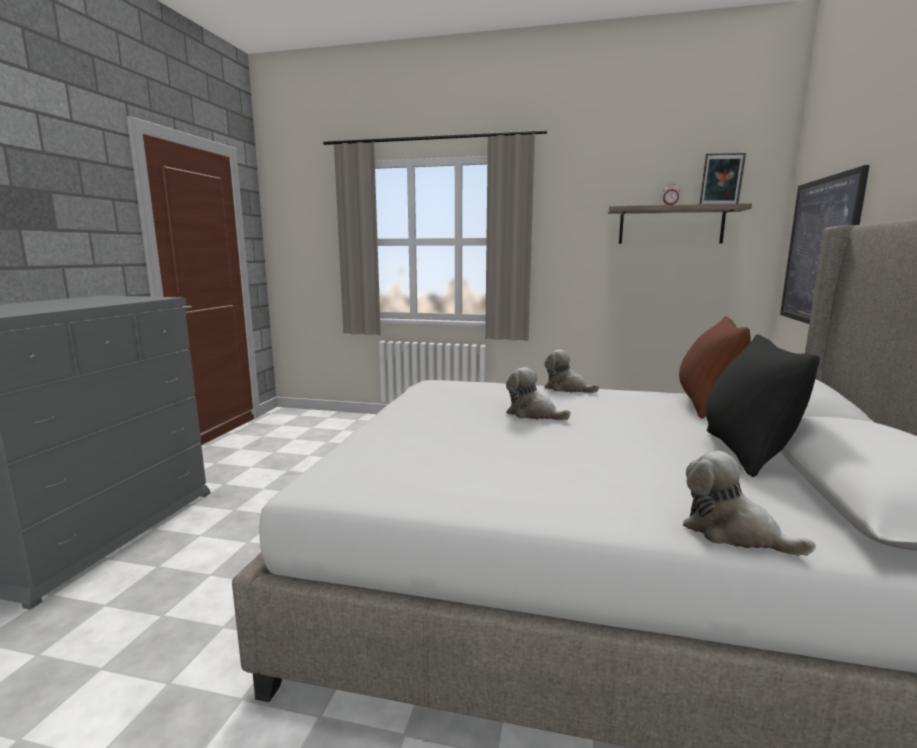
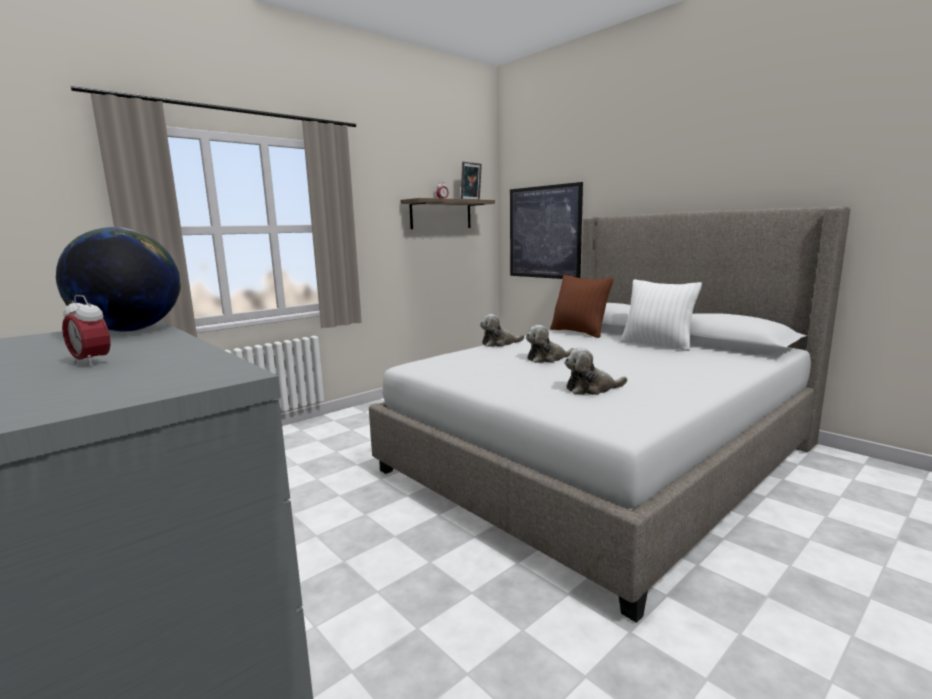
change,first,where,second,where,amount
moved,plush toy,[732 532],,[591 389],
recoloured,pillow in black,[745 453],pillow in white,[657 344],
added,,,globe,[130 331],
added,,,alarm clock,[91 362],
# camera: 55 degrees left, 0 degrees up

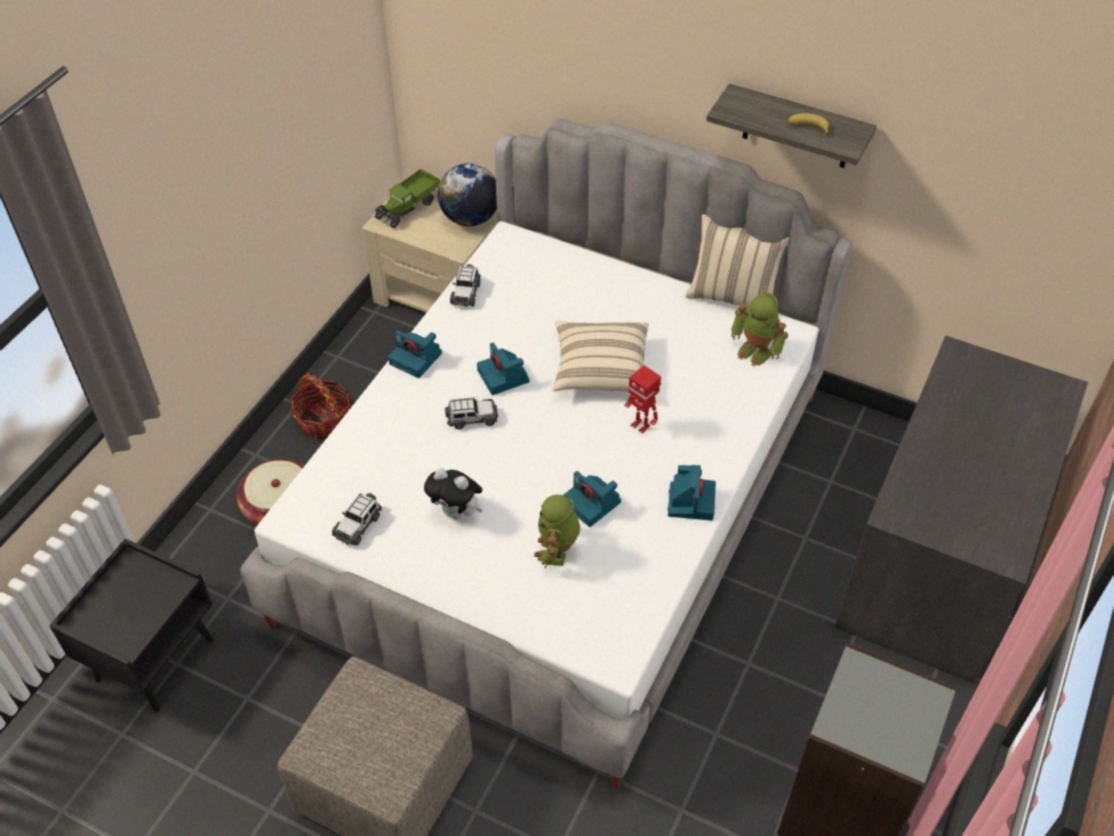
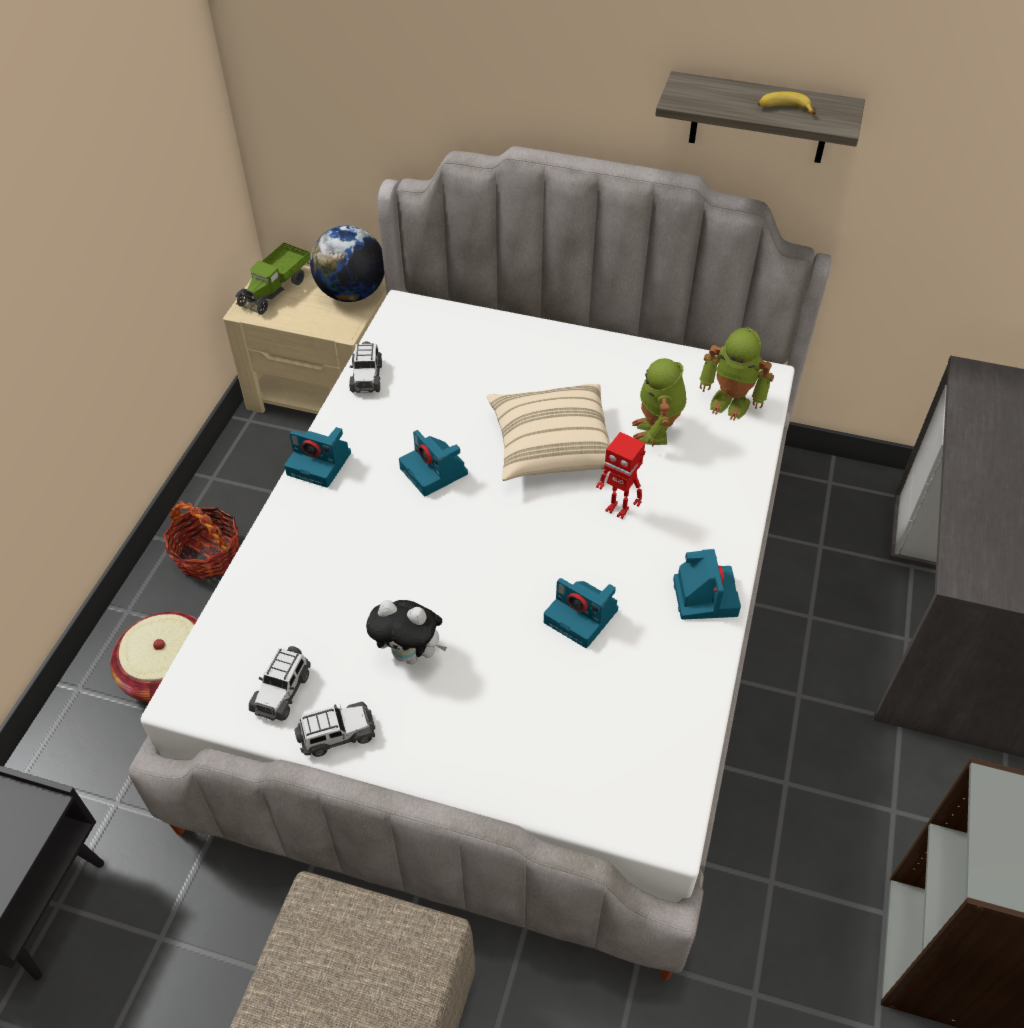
change,first,where,second,where,amount
moved,toy car,[472 418],,[337 735],
moved,toy robot,[557 551],,[656 431],
removed,pillow in beige,[732 297],,,
# camera: 10 degrees left, 0 degrees up

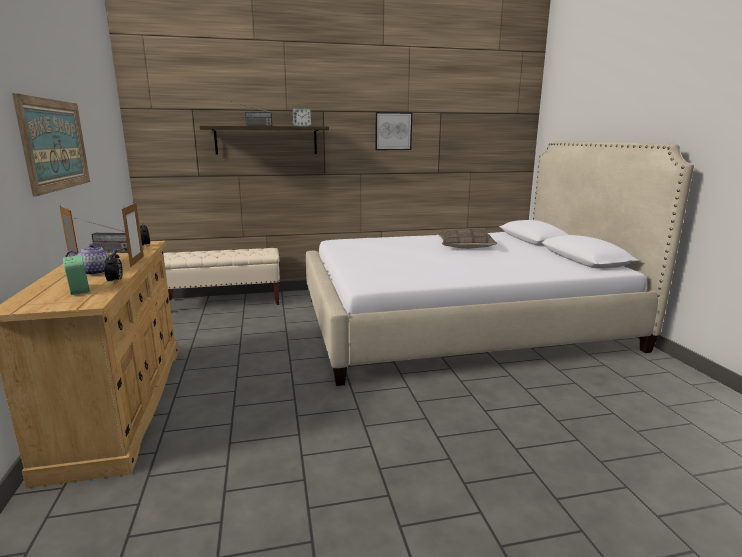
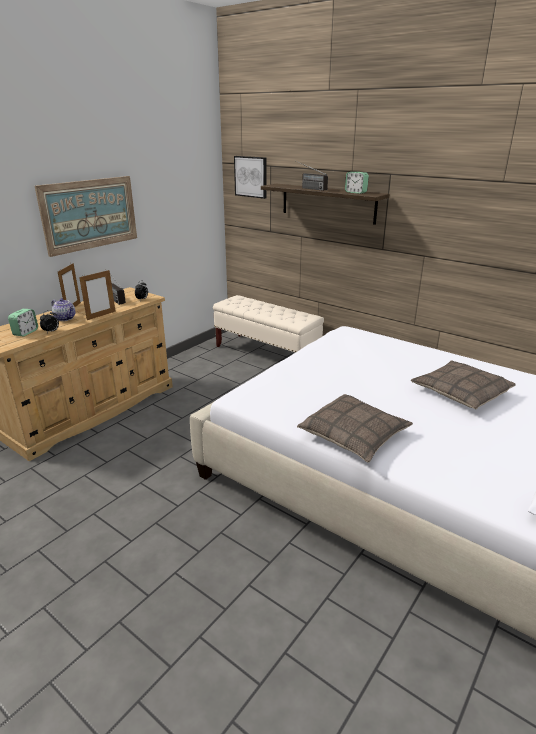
change,first,where,second,where,amount
moved,picture,[393 131],,[251 176],
added,,,pillow,[354 435],
# camera: 50 degrees right, 10 degrees up

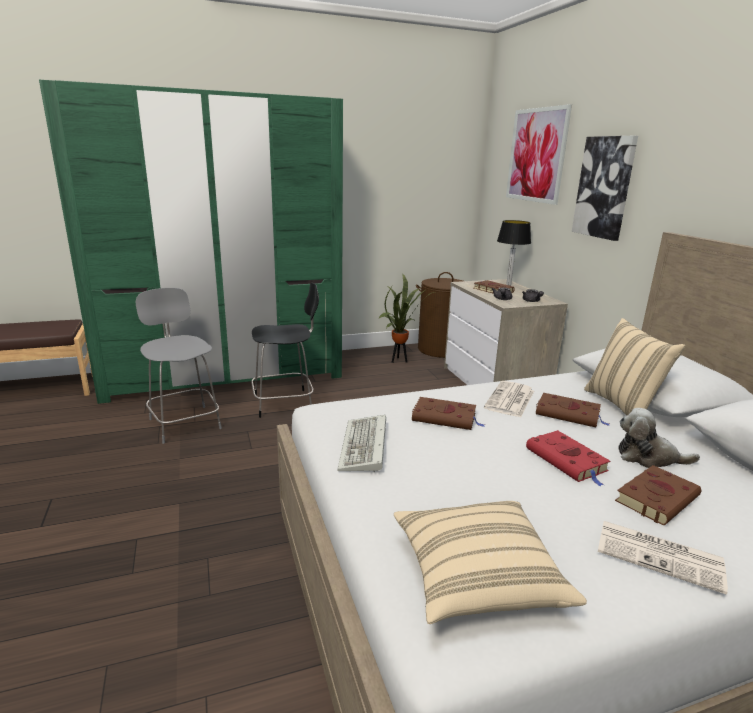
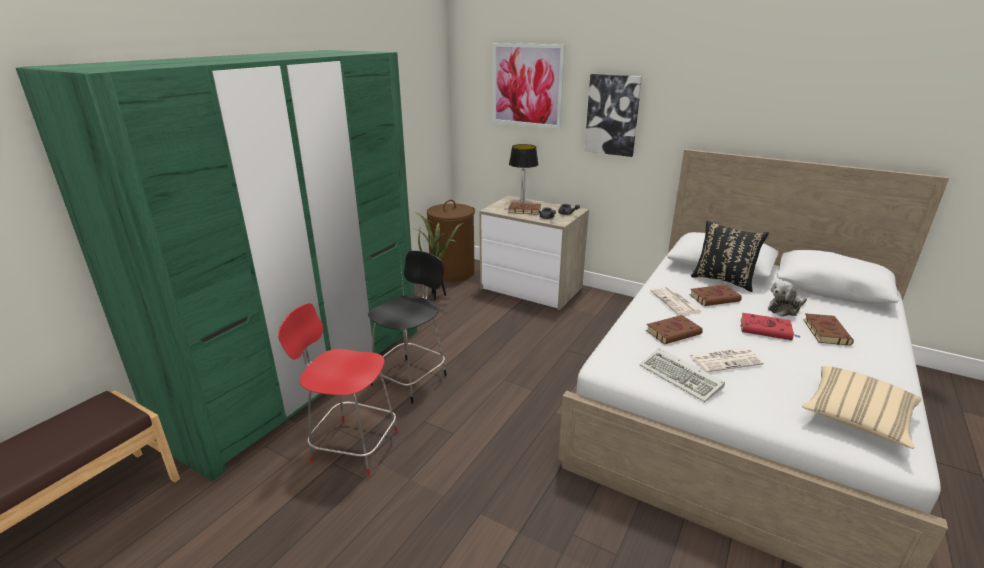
change,first,where,second,where,amount
recoloured,chair in grey,[184 422],chair in red,[352 446],
recoloured,pillow in beige,[623 406],pillow in black,[723 280],
moved,newspaper,[661 556],,[725 360],
# camera: 40 degrees left, 5 degrees up

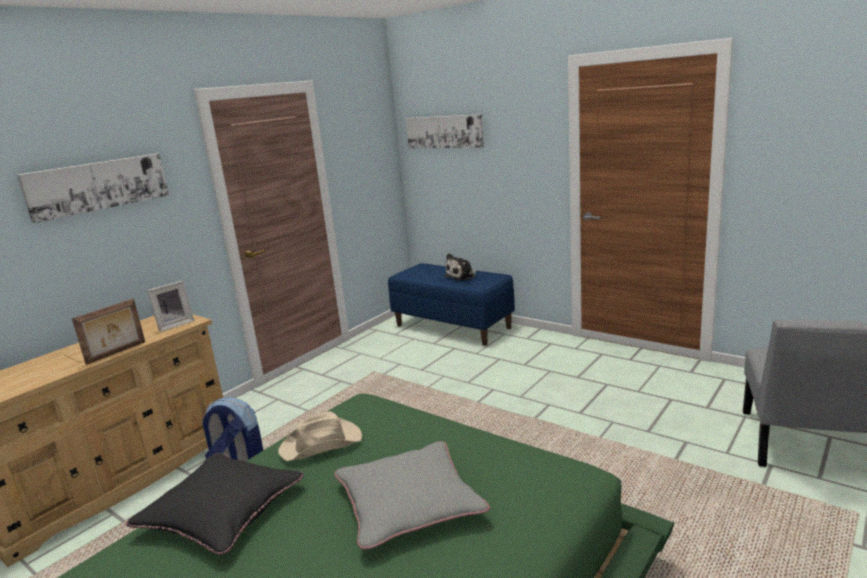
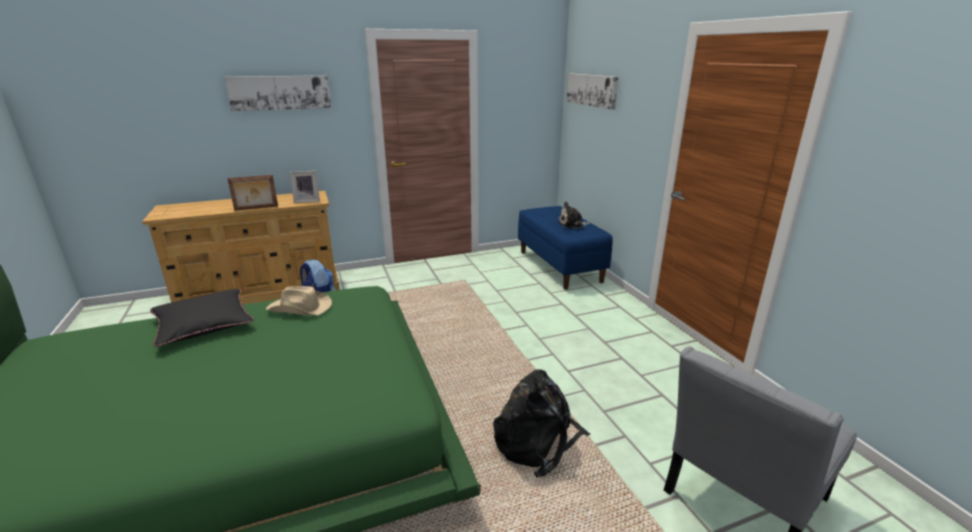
change,first,where,second,where,amount
removed,pillow in grey,[409 502],,,
added,,,backpack in black,[537 442],
# camera: 30 degrees right, 5 degrees up

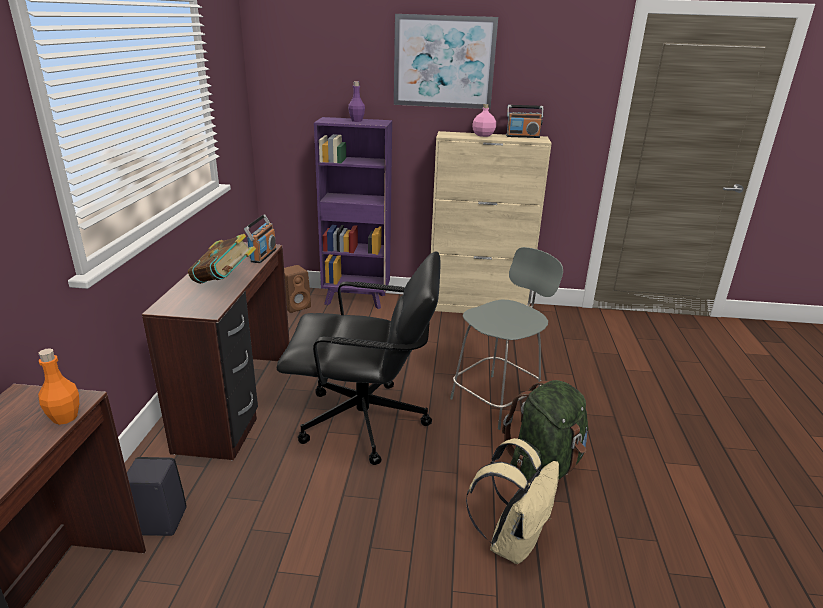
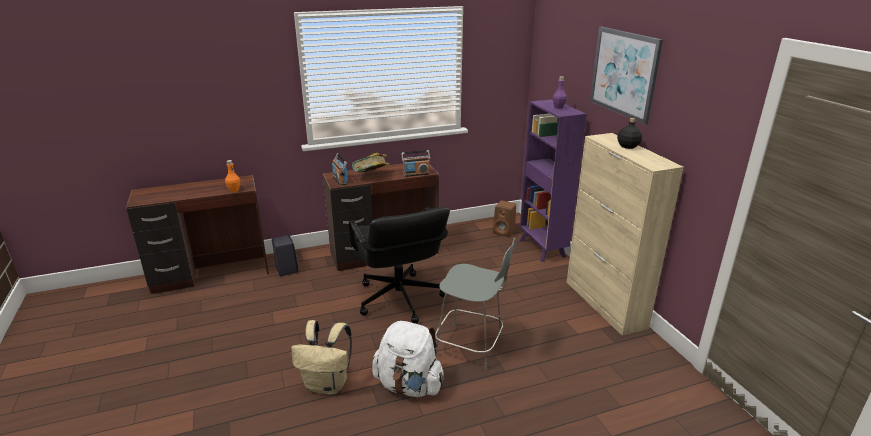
change,first,where,second,where,amount
recoloured,bottle in pink,[483 135],bottle in black,[628 146],
recoloured,backpack in green,[544 465],backpack in white,[409 385],
moved,radio,[522 136],,[340 180],
# camera: 65 degrees right, 0 degrees up

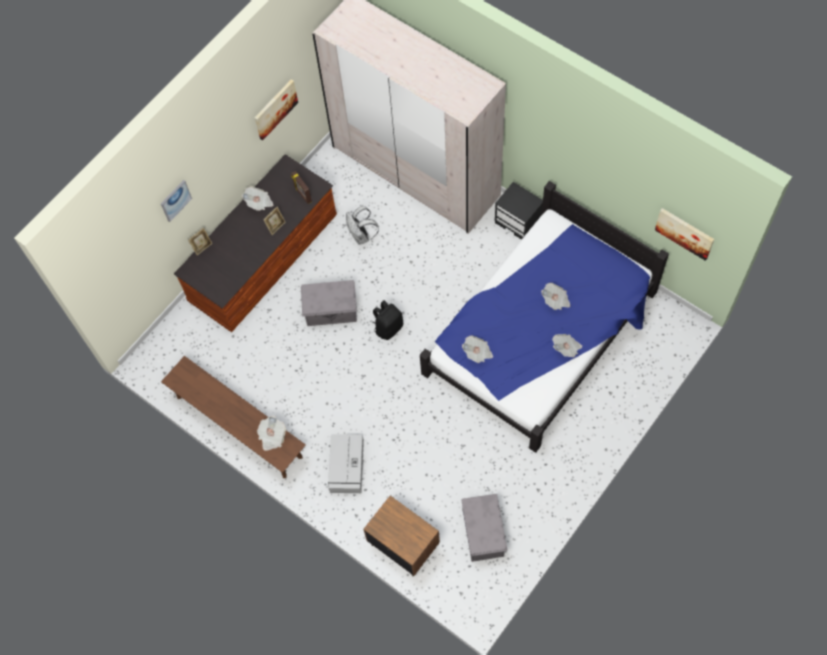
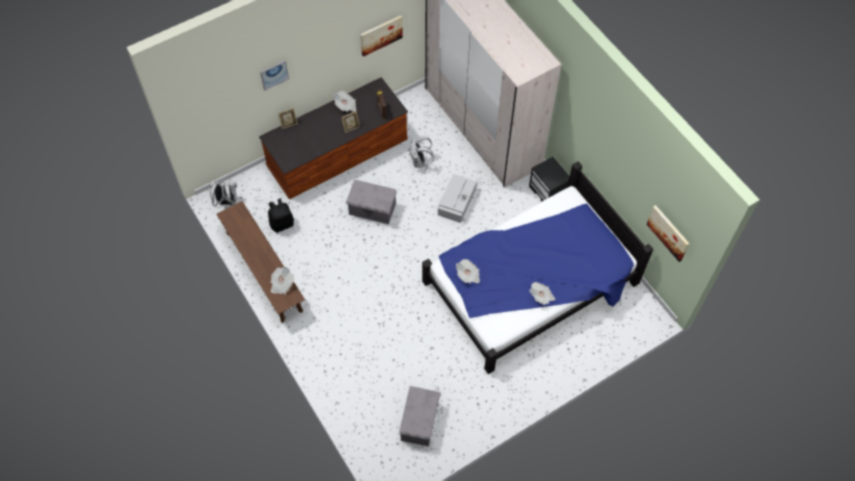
change,first,where,second,where,amount
moved,storage box in grey,[346 467],,[456 202],
removed,nightstand in brown,[403 545],,,
moved,backpack in black,[388 327],,[282 223],
removed,newspaper,[555 300],,,
added,,,backpack in white,[226 202],
# camera: 15 degrees right, 5 degrees down

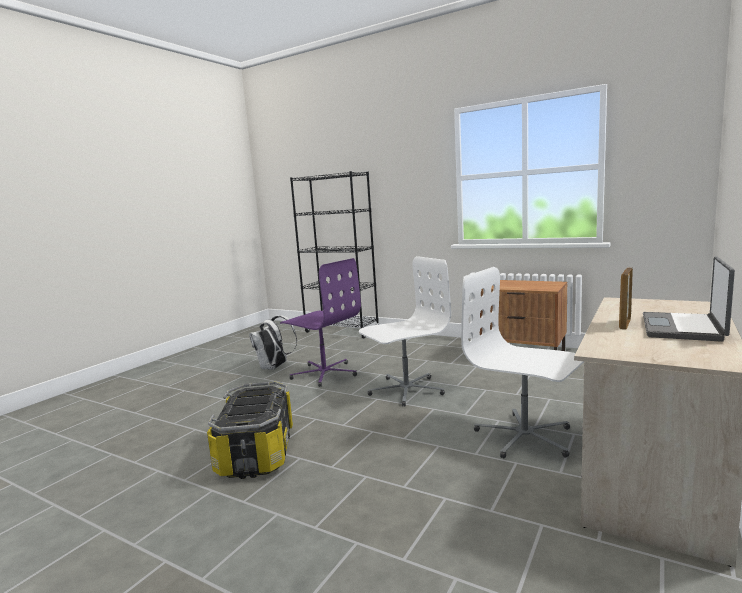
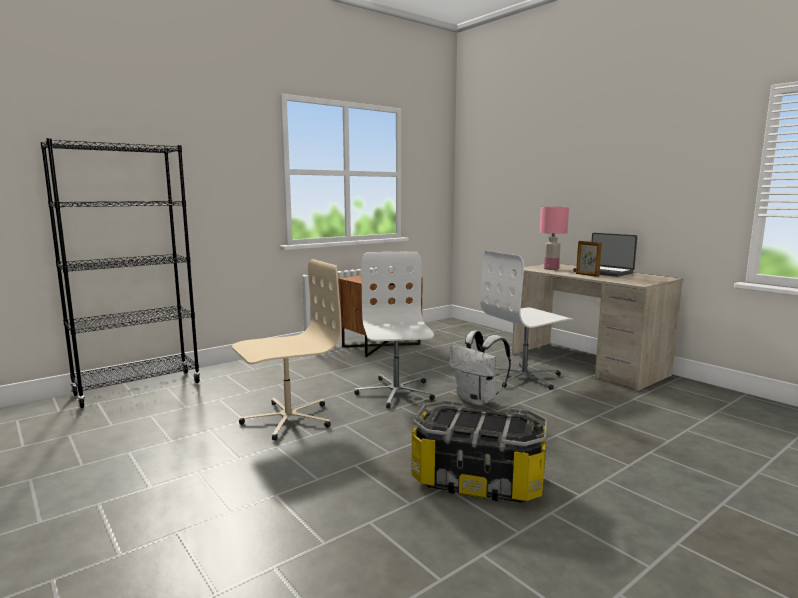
change,first,where,second,where,amount
moved,backpack in white,[274 367],,[478 400],
recoloured,office chair in purple,[324 373],office chair in beige,[287 419],
added,,,table lamp in pink,[551 269],
# camera: 70 degrees left, 0 degrees up

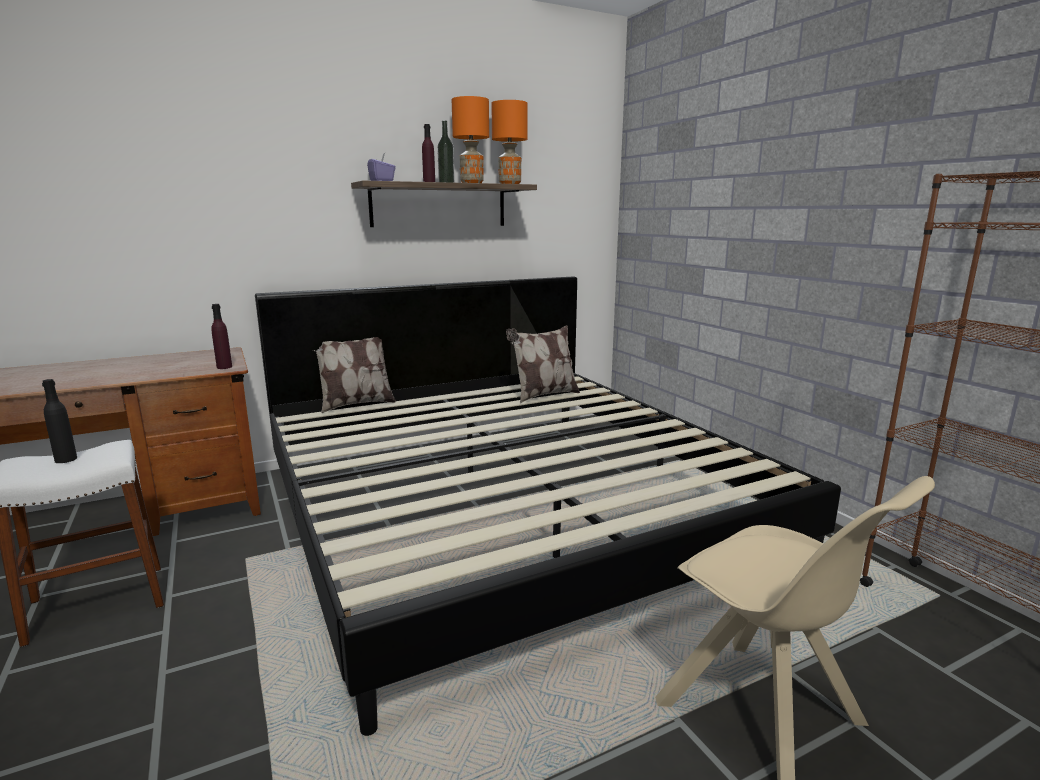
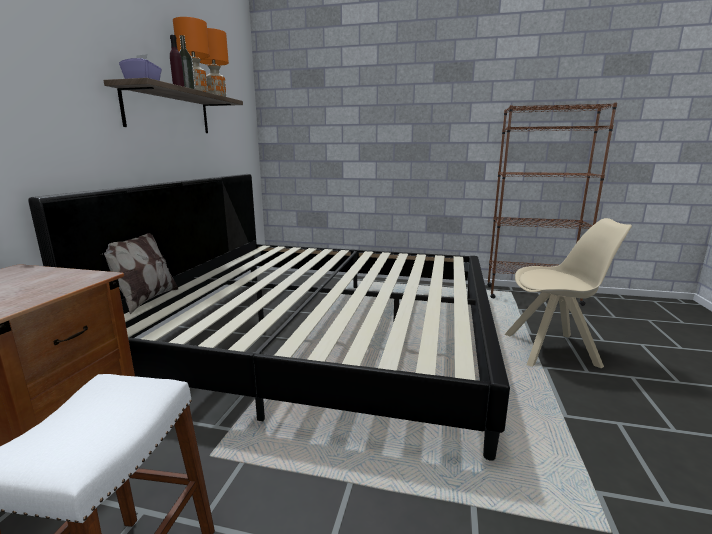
change,first,where,second,where,amount
removed,bottle in black,[66 459],,,
removed,bottle in purple,[224 367],,,
removed,pillow,[543 395],,,
# camera: 50 degrees left, 0 degrees up

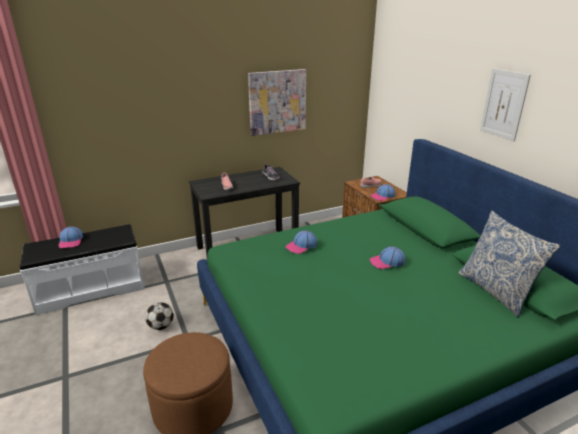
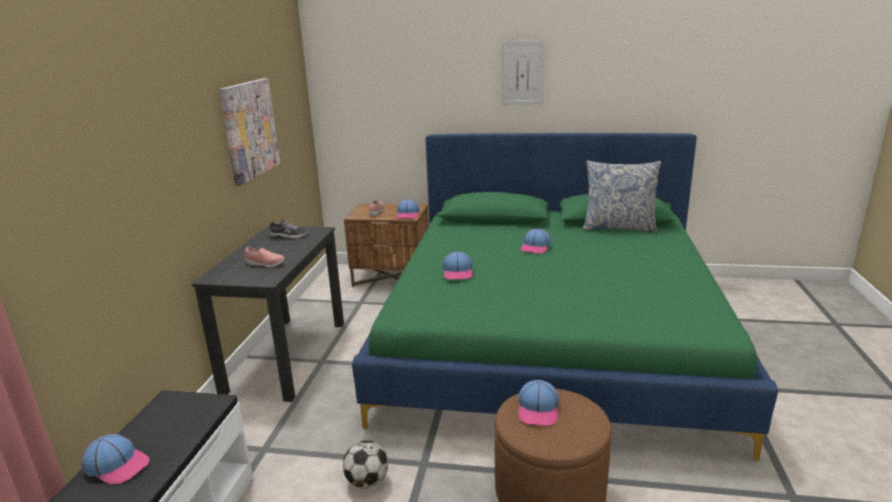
change,first,where,second,where,amount
added,,,cap,[538 409],
# camera: 55 degrees left, 5 degrees down

